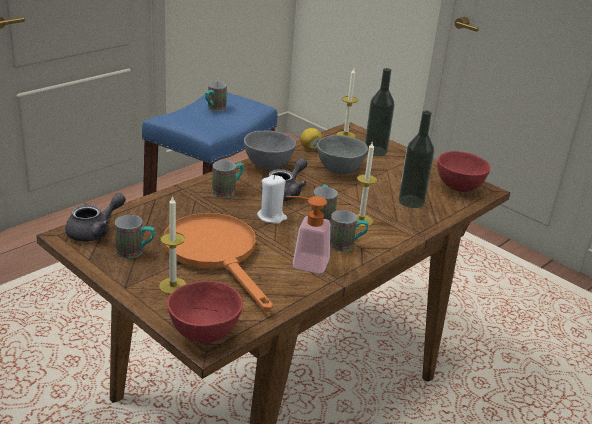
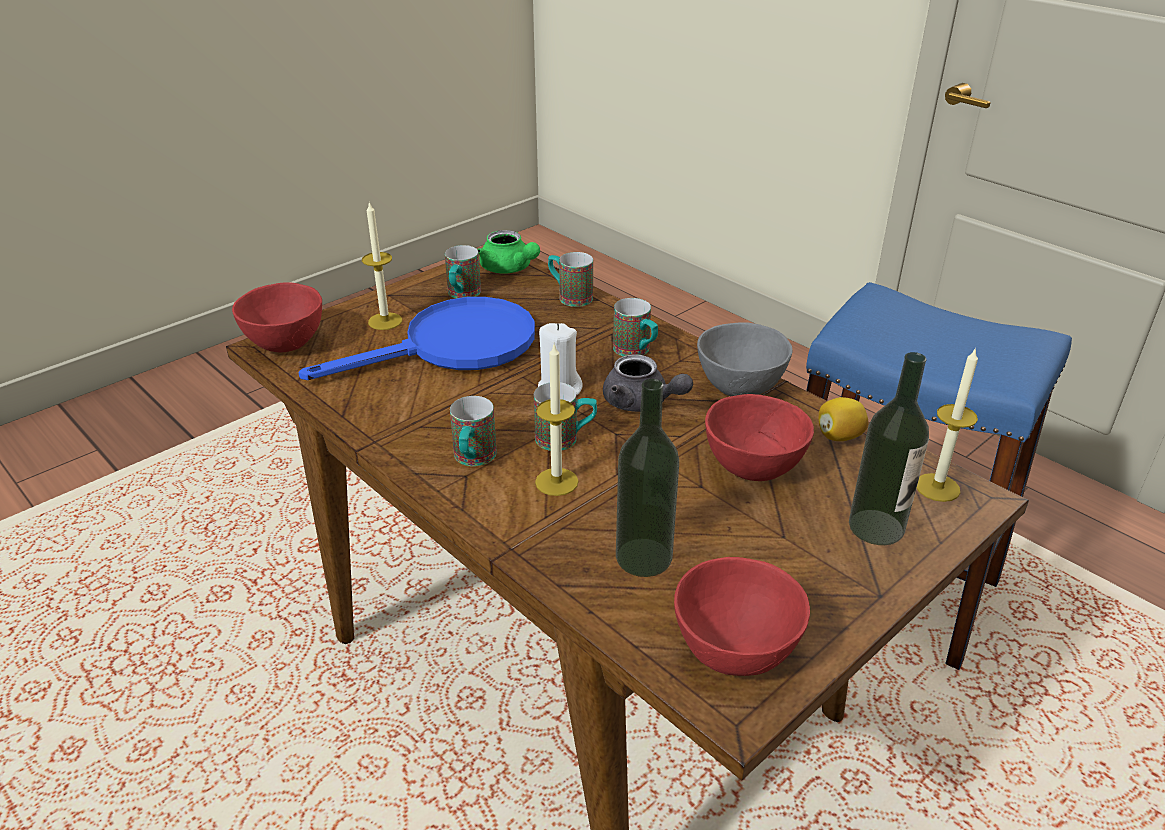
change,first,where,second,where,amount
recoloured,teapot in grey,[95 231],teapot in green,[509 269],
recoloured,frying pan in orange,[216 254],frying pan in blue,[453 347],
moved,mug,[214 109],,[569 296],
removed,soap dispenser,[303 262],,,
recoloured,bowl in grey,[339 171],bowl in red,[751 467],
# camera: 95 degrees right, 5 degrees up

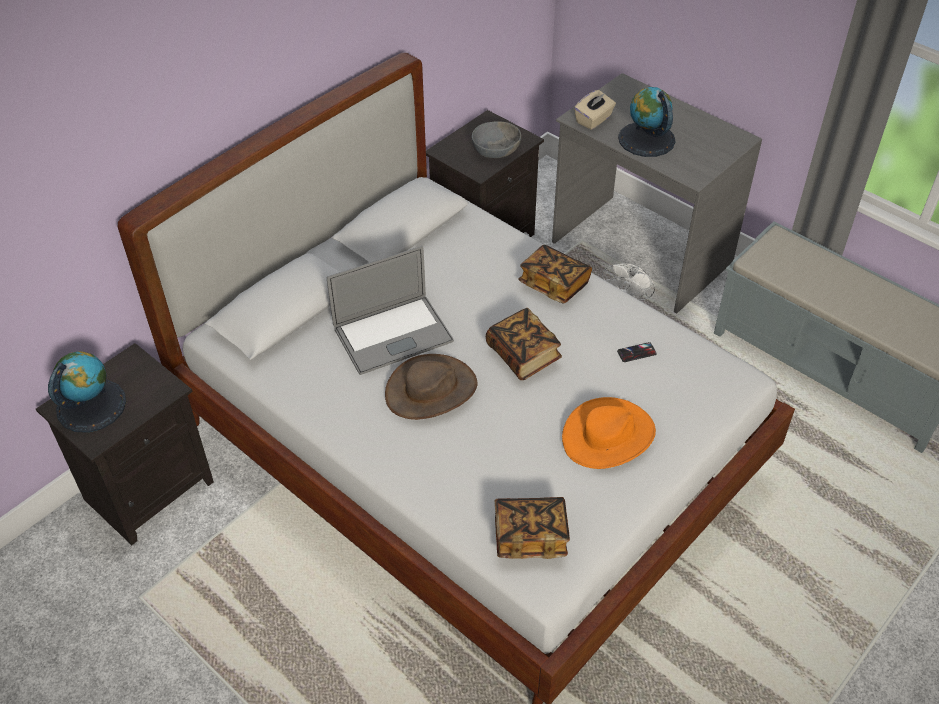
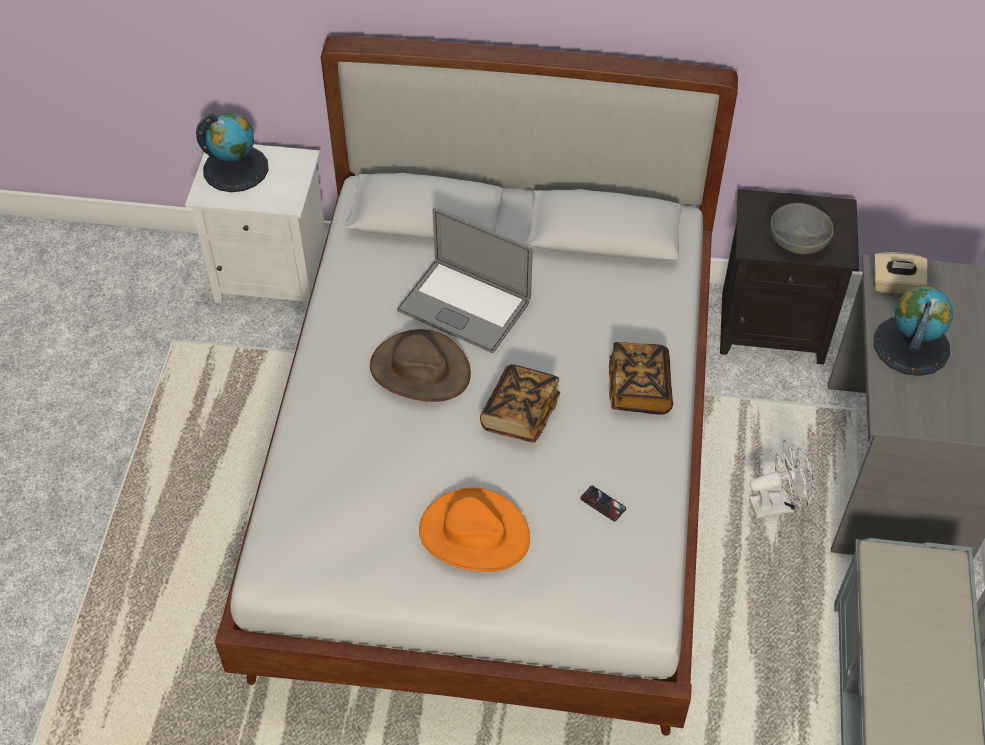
change,first,where,second,where,amount
recoloured,nightstand in black,[149 488],nightstand in white,[274 277],
removed,book,[530 536],,,
# camera: 55 degrees right, 5 degrees up

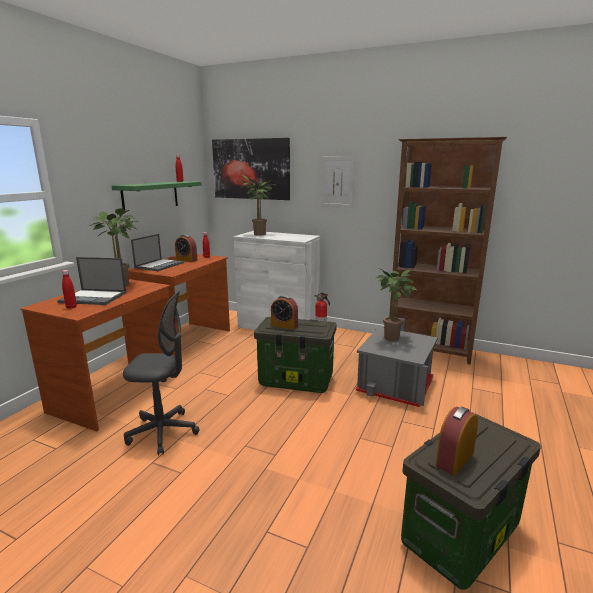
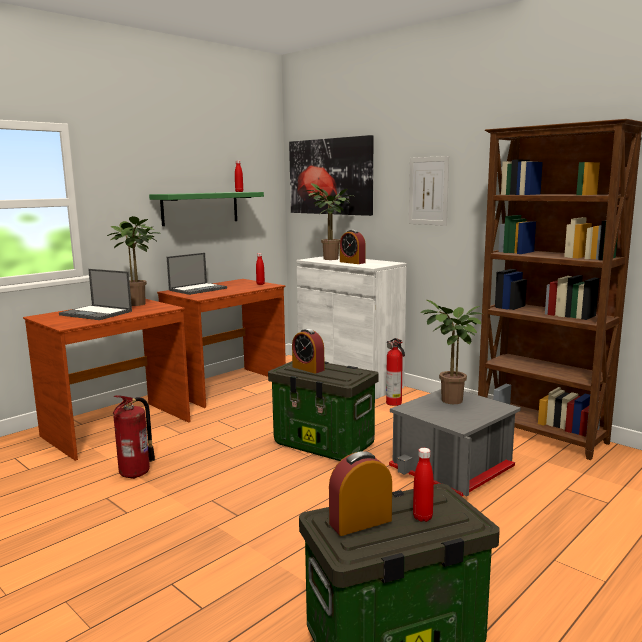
change,first,where,second,where,amount
moved,bottle in red,[71 307],,[422 517],
replaced,office chair in grey,[163 432],fire extinguisher,[136 472],
moved,alarm clock,[186 260],,[352 262],
# camera: 20 degrees right, 5 degrees down

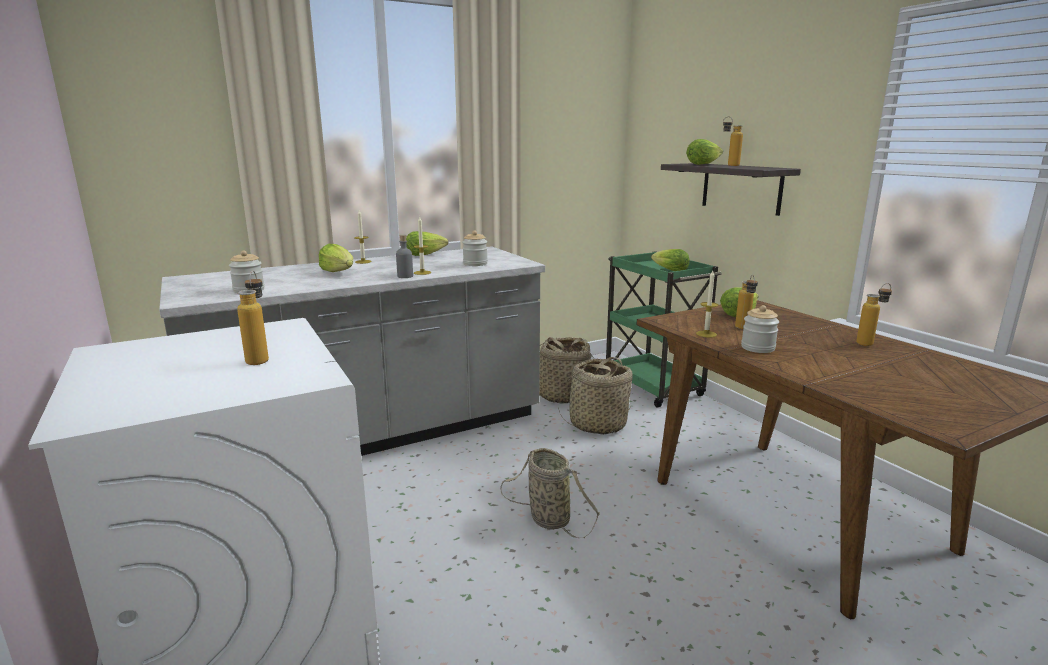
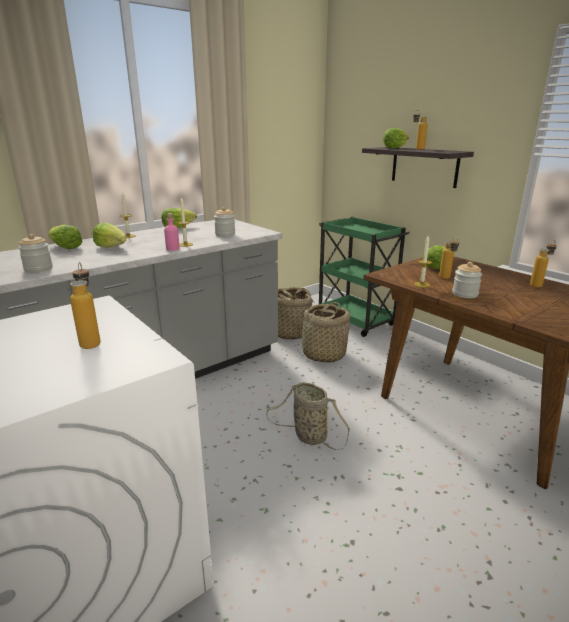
change,first,where,second,where,amount
recoloured,bottle in grey,[405 276],bottle in pink,[172 249],
moved,lettuce,[669 270],,[65 247],
# camera: 10 degrees left, 5 degrees up

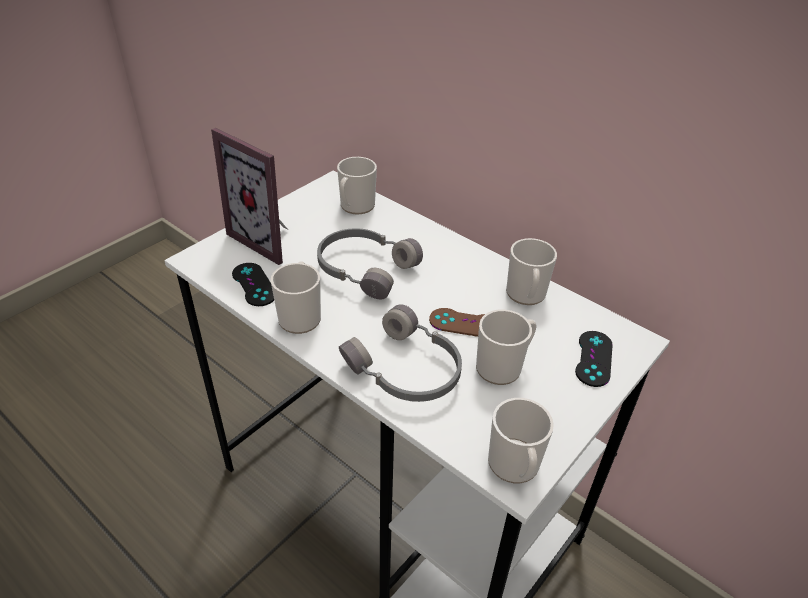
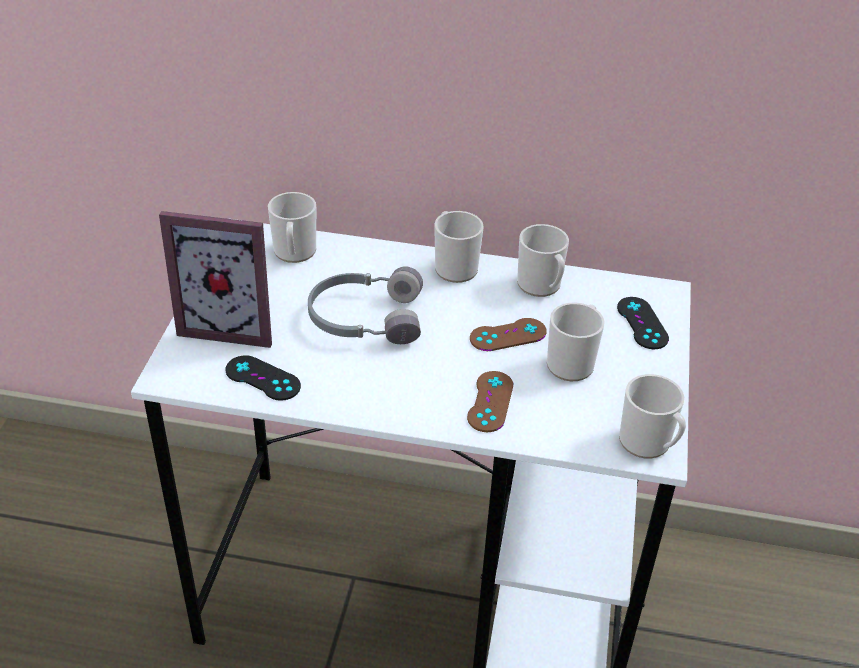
change,first,where,second,where,amount
moved,mug,[300 315],,[453 266],
replaced,headphones in grey,[405 370],game controller in brown,[490 401],
# camera: 30 degrees left, 0 degrees up

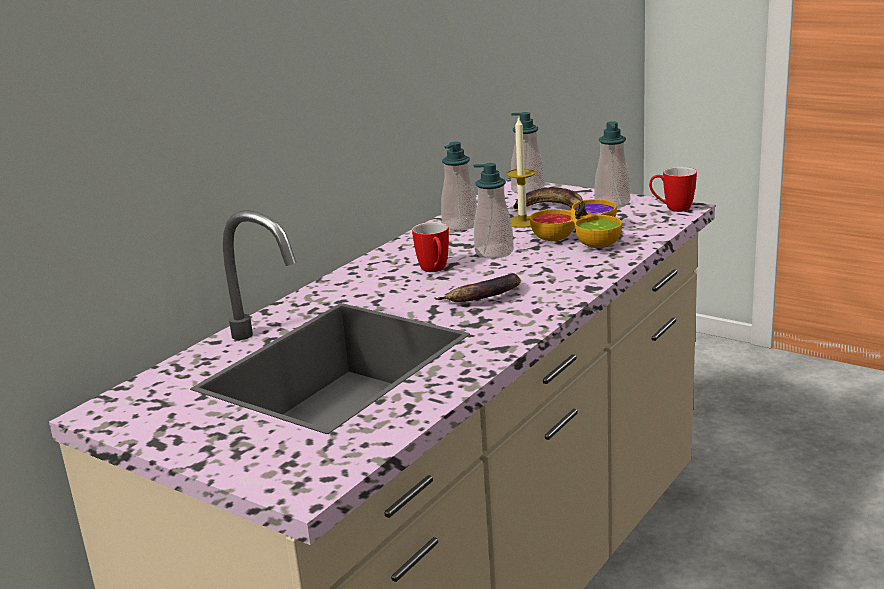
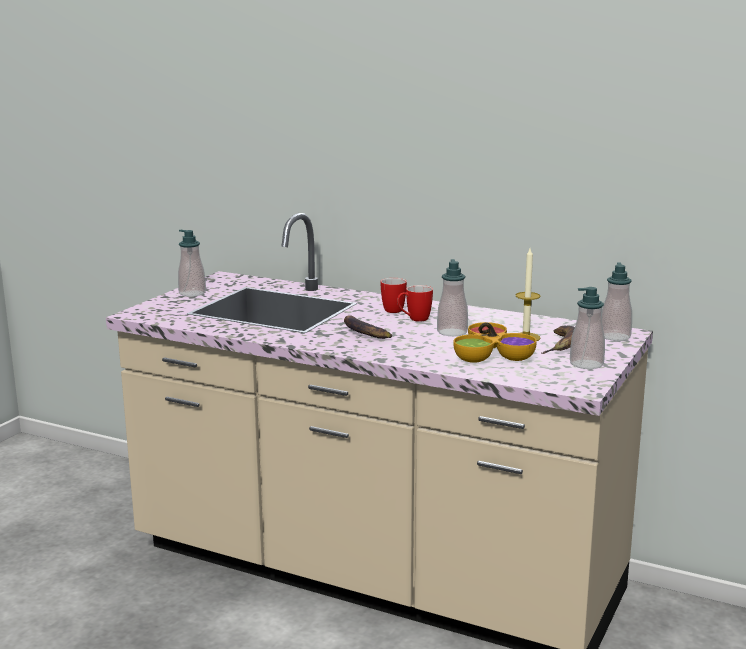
change,first,where,second,where,amount
moved,soap dispenser,[460 225],,[192 293],
moved,mug,[672 208],,[392 309],
# camera: 80 degrees right, 5 degrees down

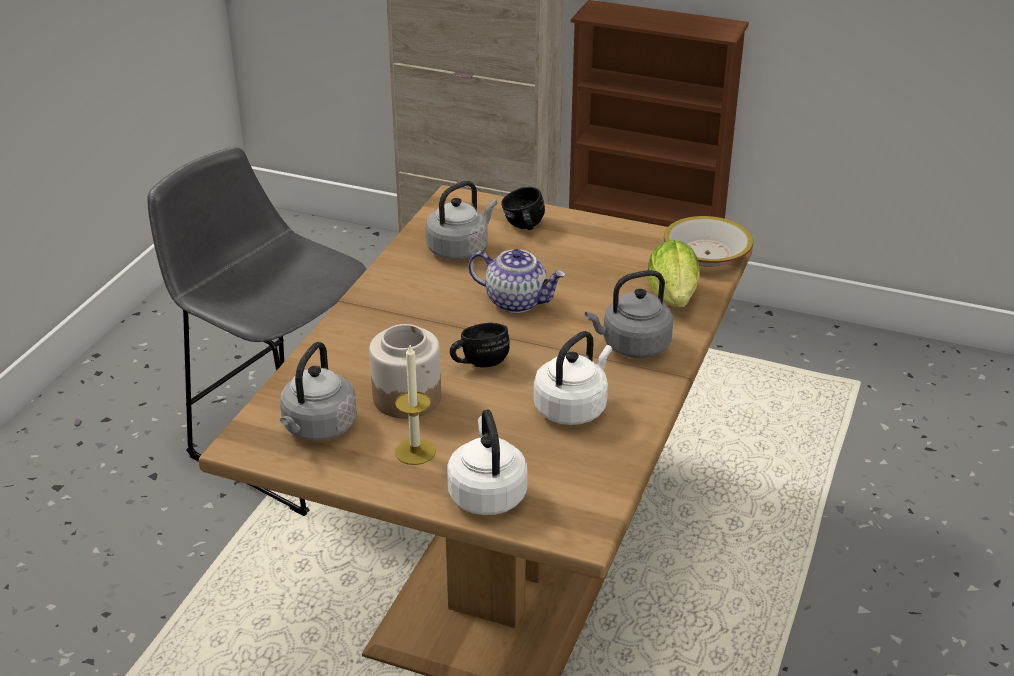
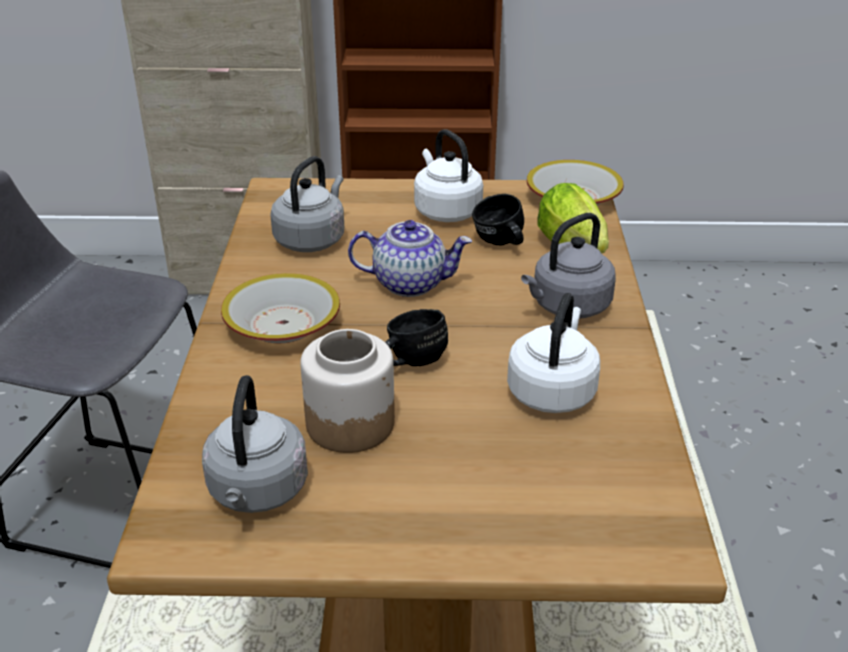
change,first,where,second,where,amount
removed,candle,[415 451],,,
moved,kettle in white,[486 493],,[445 210],
moved,mug in black,[522 228],,[499 244],
added,,,bowl,[283 324],
# camera: 20 degrees left, 0 degrees up

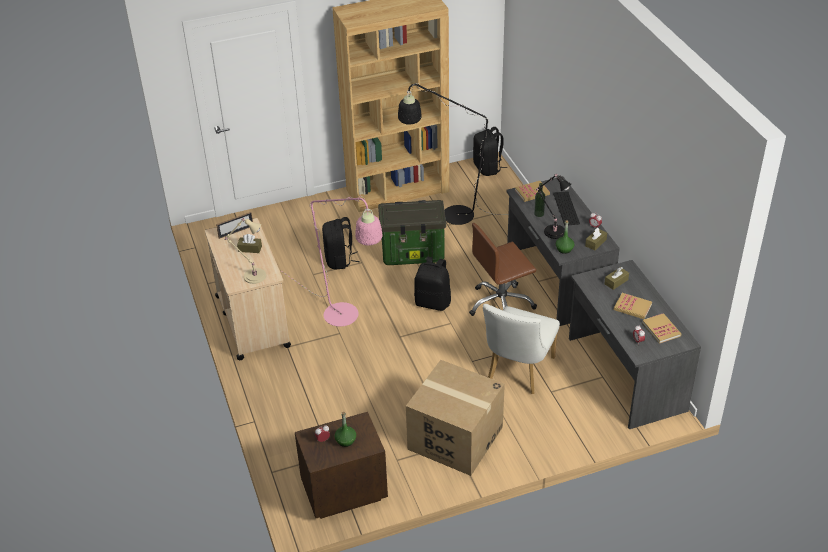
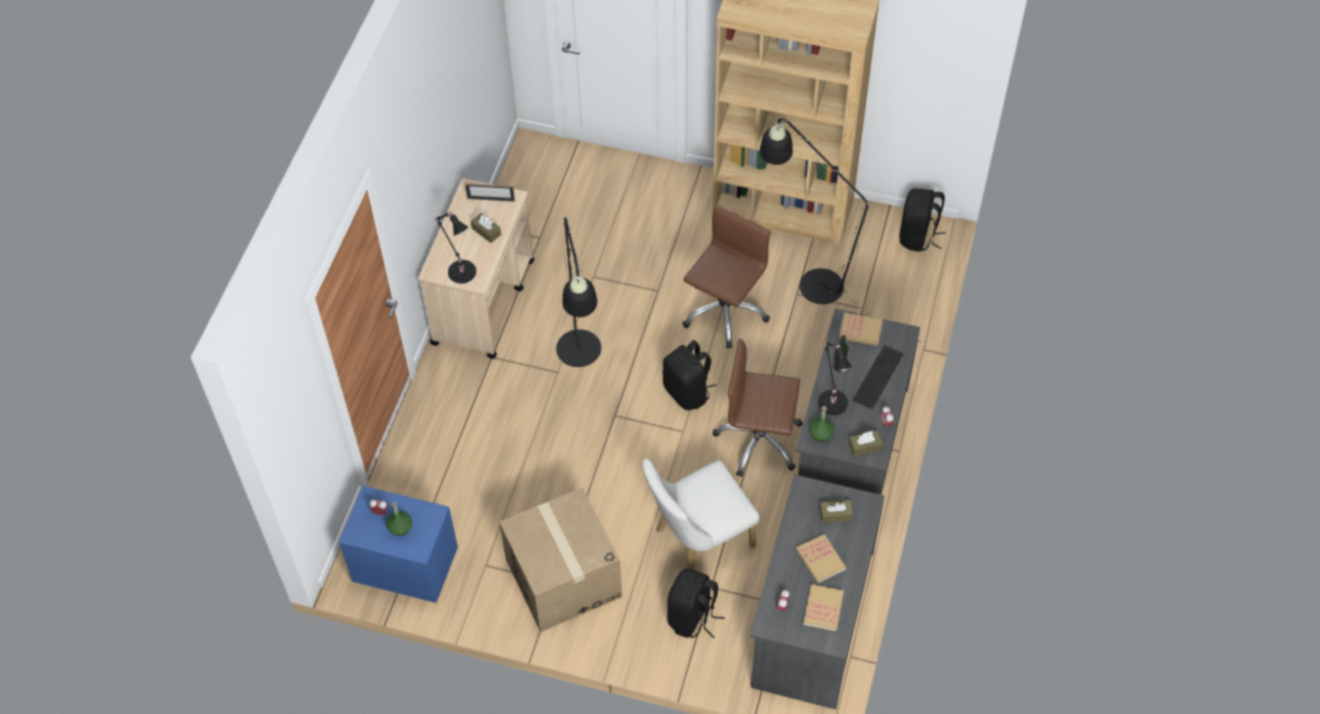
change,first,where,second,where,amount
recoloured,table lamp in beige,[253 275],table lamp in black,[460 270],
recoloured,floor lamp in pink,[347 318],floor lamp in black,[580 358],
recoloured,nightstand in brown,[342 492],nightstand in blue,[405 567],
moved,backpack in black,[339 260],,[692 617],
replaced,storage box,[413 253],office chair in brown,[724 312],
# camera: 35 degrees right, 15 degrees up

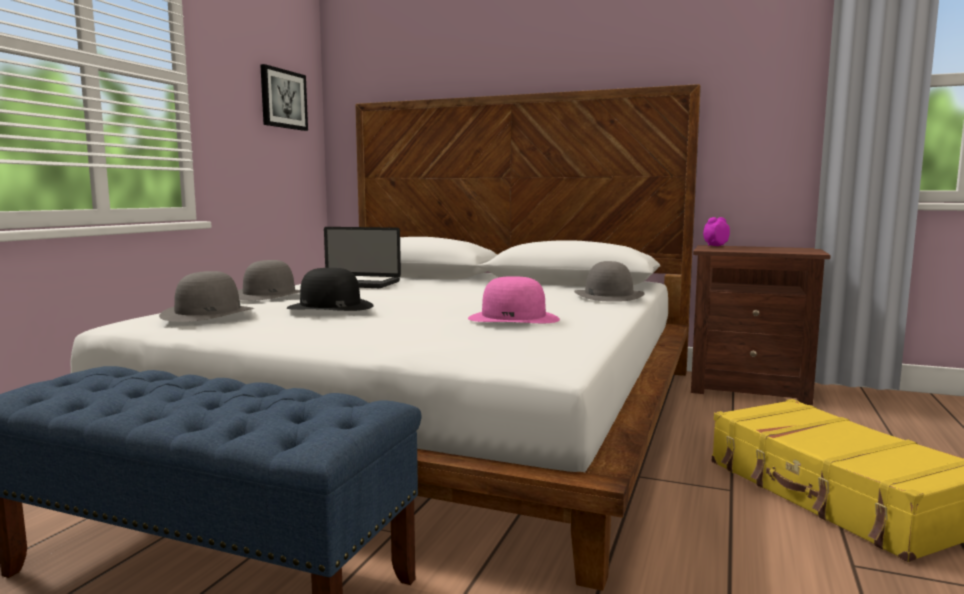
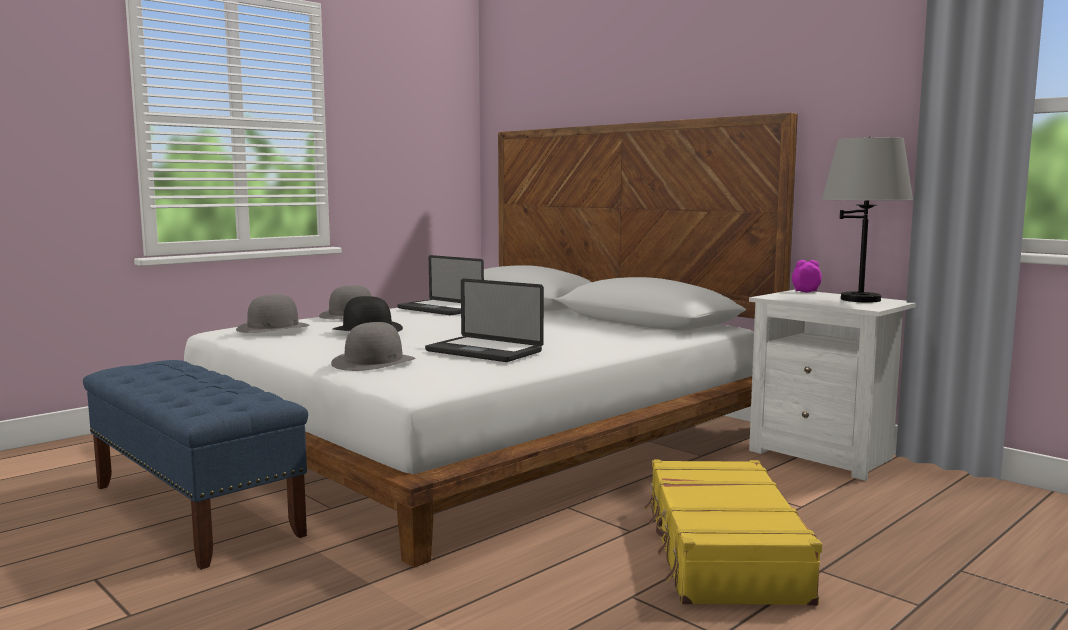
change,first,where,second,where,amount
removed,picture,[283 99],,,
replaced,hat in pink,[514 318],laptop,[484 351],
moved,hat in grey,[608 295],,[373 362],
recoloured,nightstand in brown,[750 388],nightstand in white,[825 455],
added,,,table lamp in grey,[861 299],
# camera: 25 degrees right, 0 degrees up

